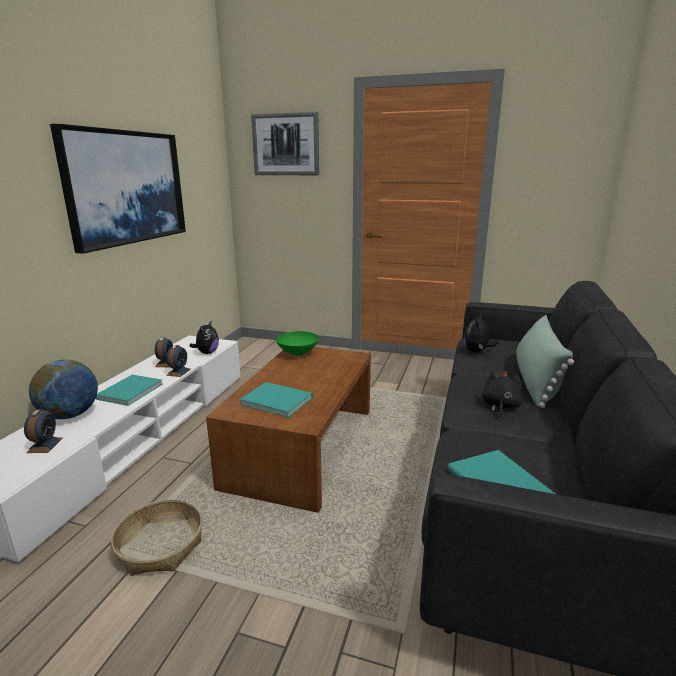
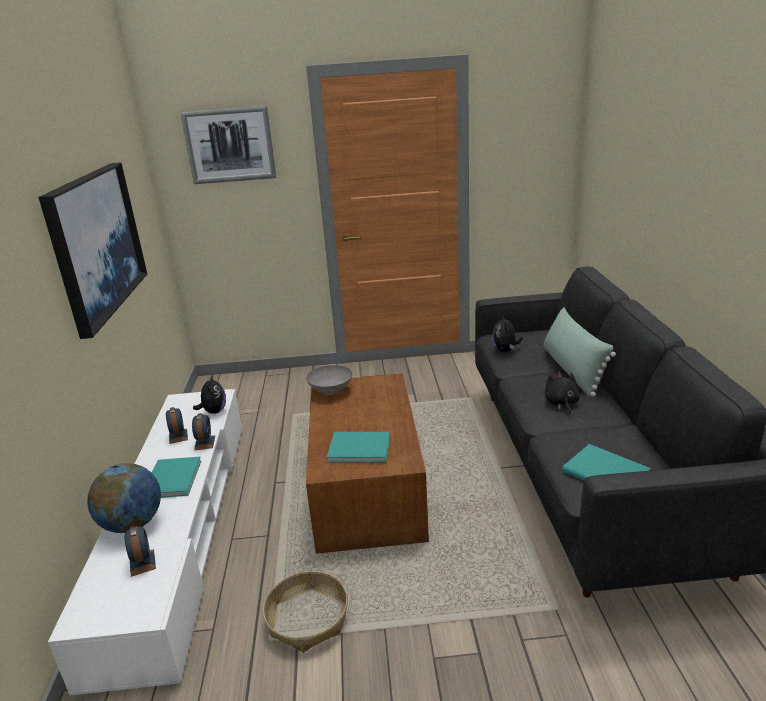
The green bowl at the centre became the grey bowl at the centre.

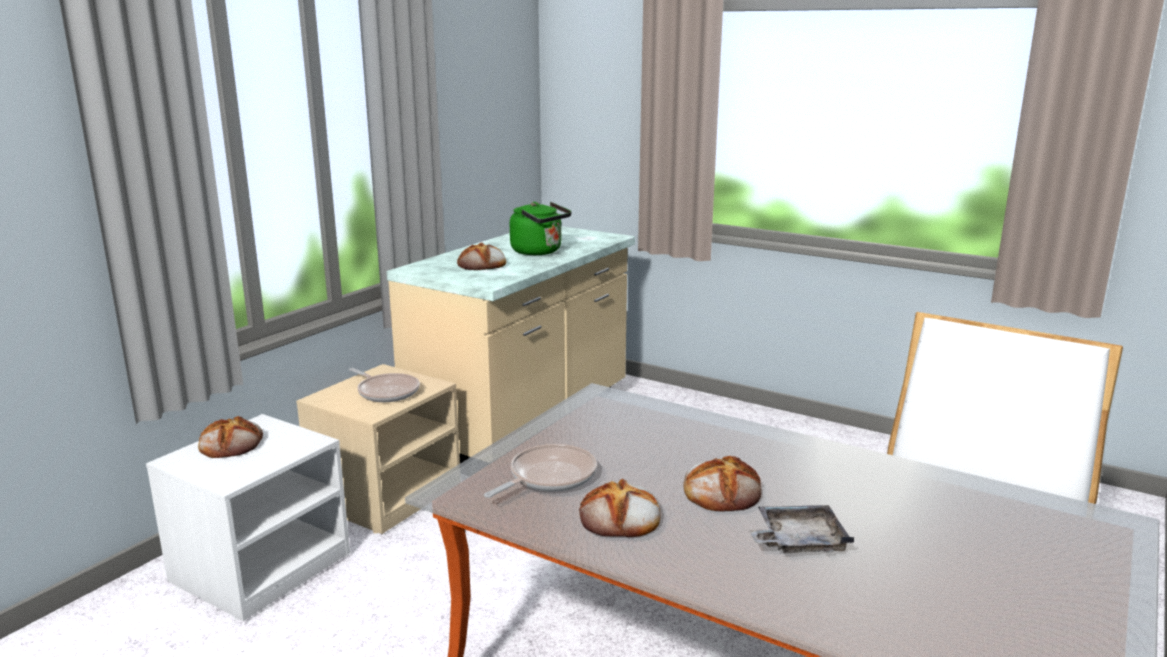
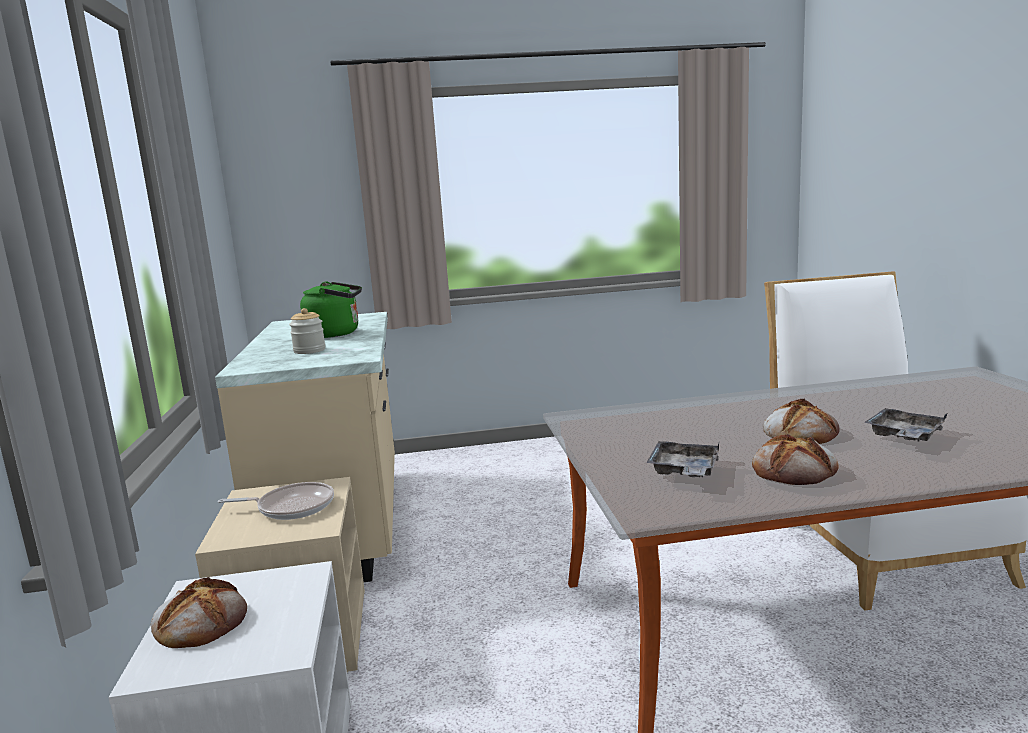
The bread (no. 2 from left) at the centre was replaced by the jar at the middle left.
The frying pan (no. 2 from left) at the bottom centre was replaced by the grey tray (no. 1 from left) at the centre.

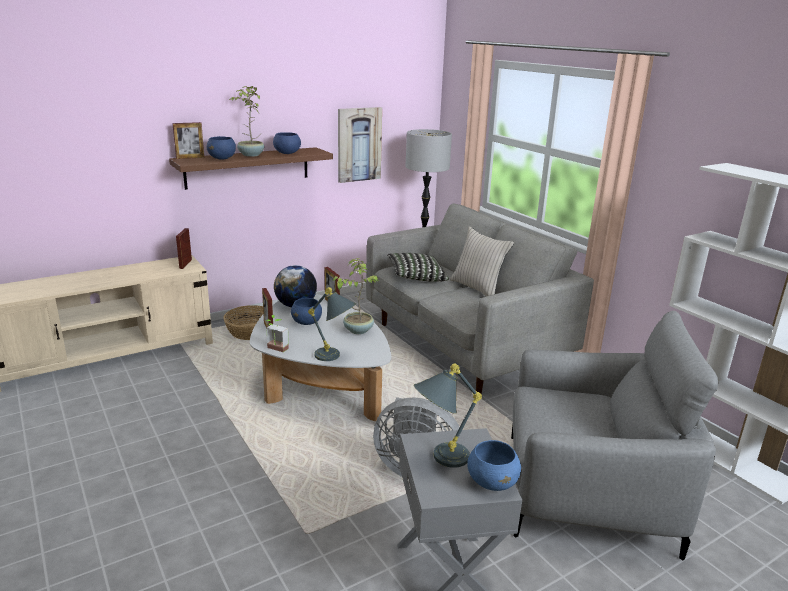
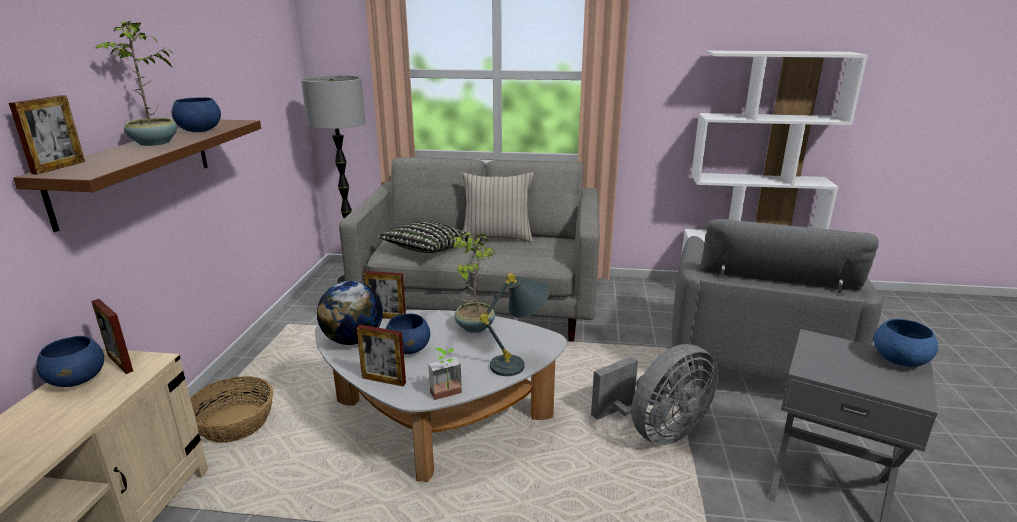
The picture at the top centre disappeared.
The grey table lamp (no. 2 from left) at the bottom centre disappeared.
The blue bowl (no. 1 from left) moved from the top left to the bottom left.
The grey armchair at the bottom right turned 150 degrees clockwise.

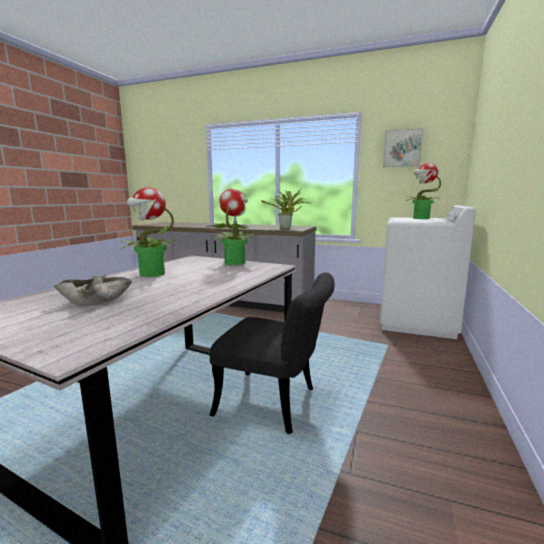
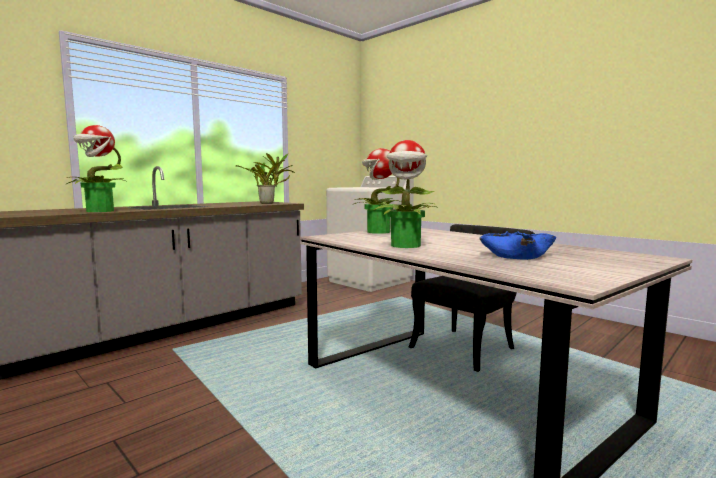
The picture at the top right disappeared.
The potted plant (no. 4 from left in the first image) moved from the middle right to the middle left.
The beige bowl at the middle left became the blue bowl at the middle right.

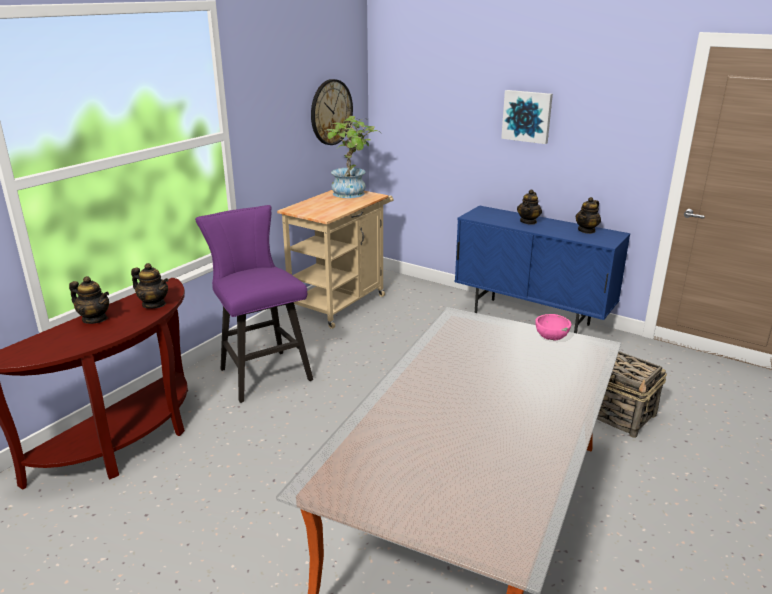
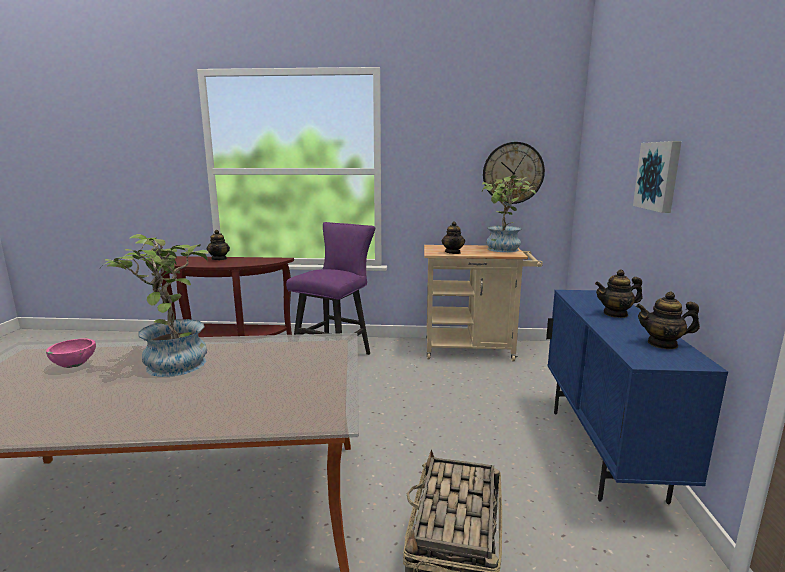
The potted plant (no. 1 from left) at the middle left appeared.
The teapot (no. 2 from left) moved from the middle left to the centre.
The pink bowl moved from the middle right to the middle left.

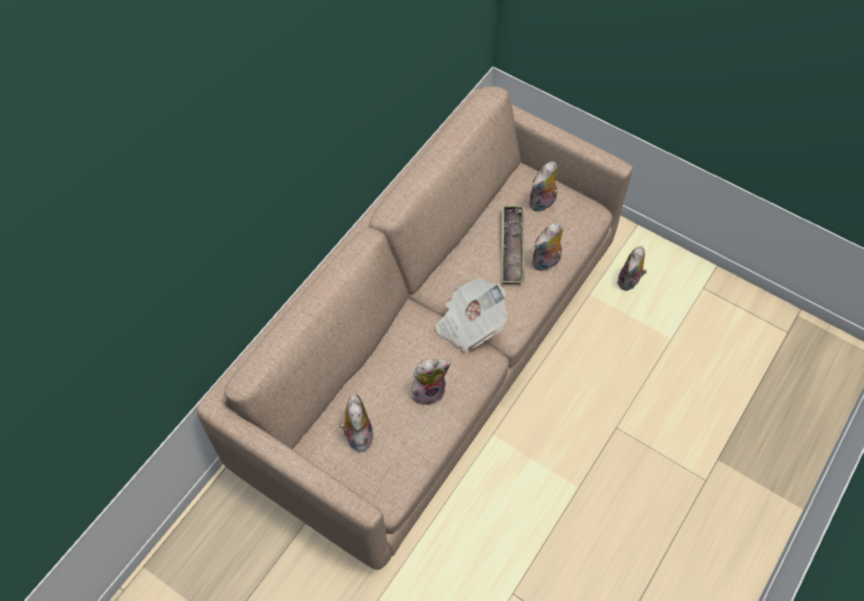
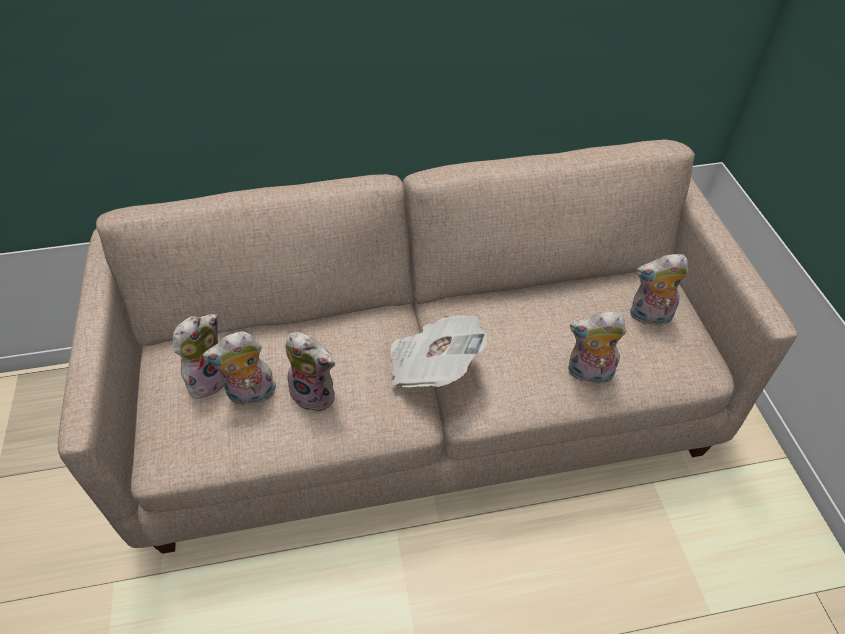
The tray at the centre disappeared.
The plush toy (no. 5 from left in the first image) moved from the middle right to the middle left.

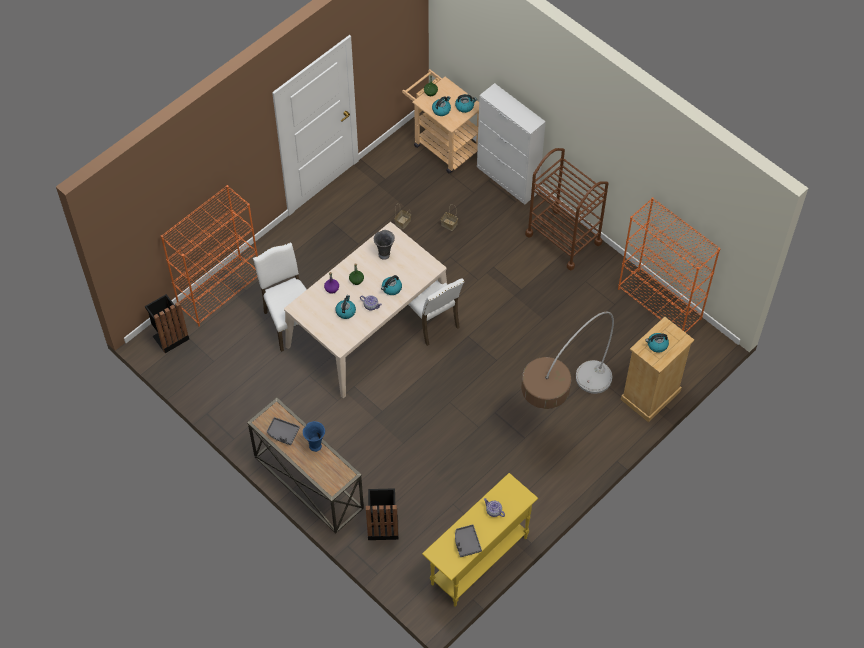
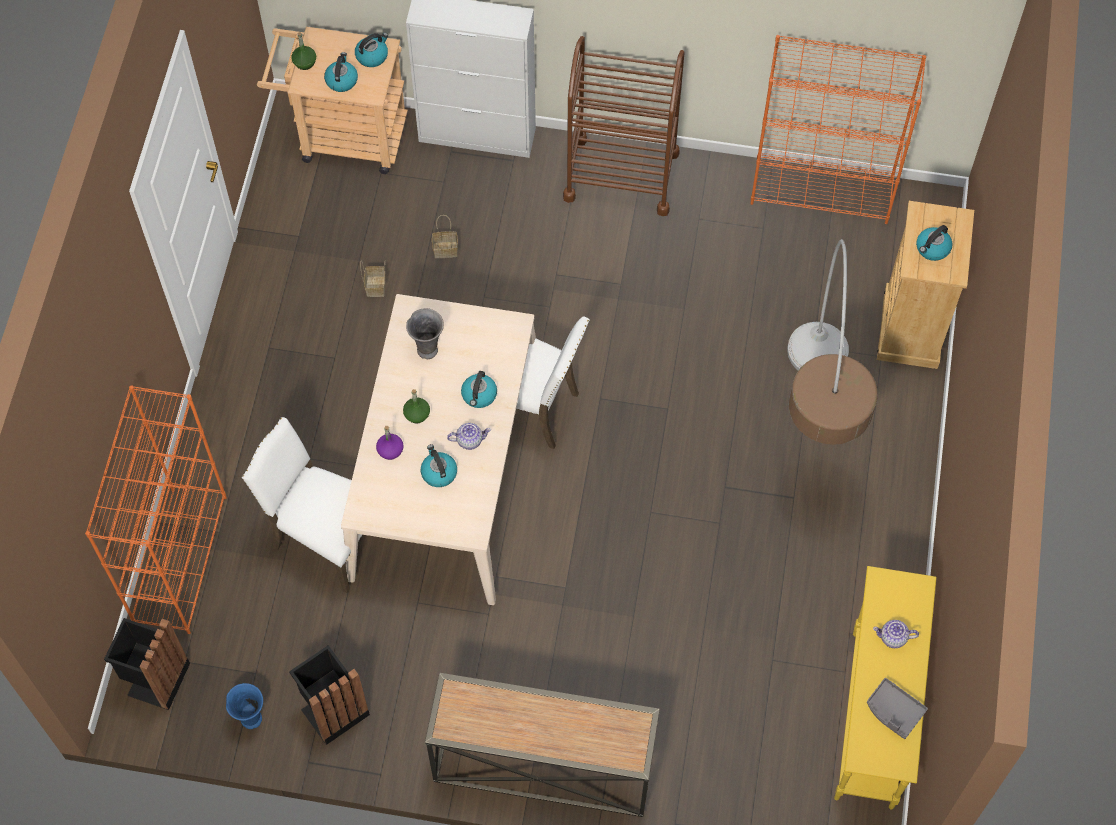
The grey tray (no. 1 from left) at the middle left disappeared.
The blue vase moved from the bottom centre to the bottom left.
The black trash can (no. 2 from left) moved from the bottom centre to the bottom left.

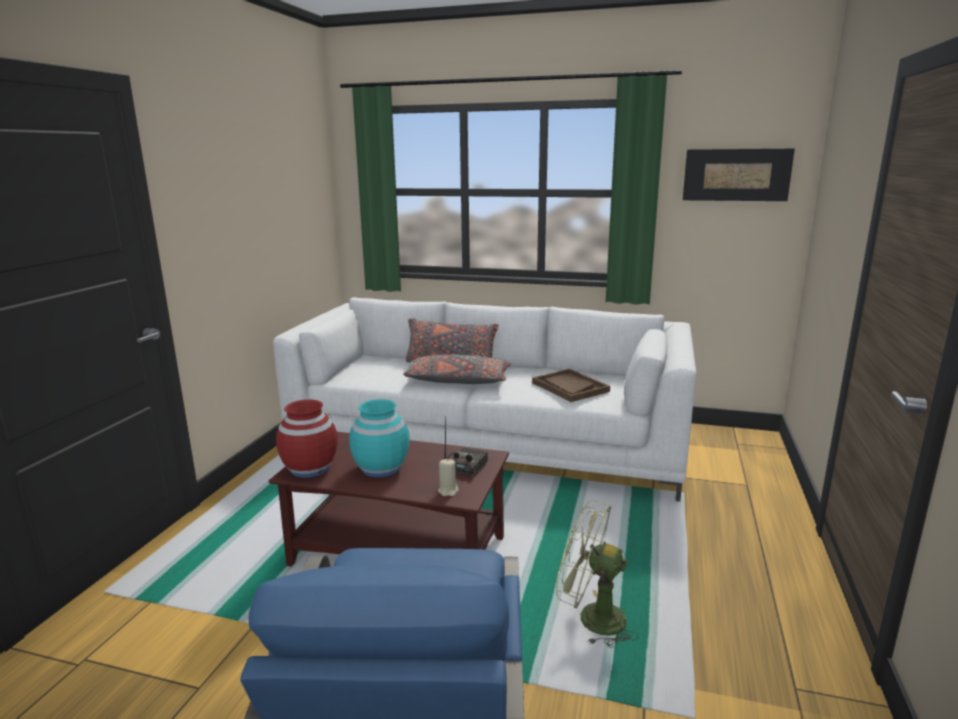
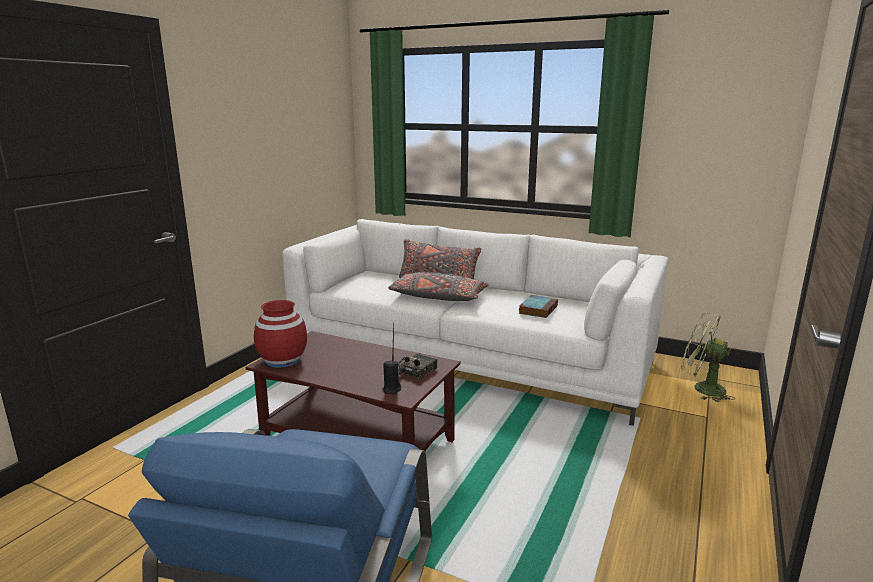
The turquoise vase at the centre disappeared.
The picture at the top right disappeared.
The green fan moved from the bottom centre to the middle right.
The brown tray at the centre was replaced by the book at the centre.
The beige candle at the centre became the black candle at the centre.

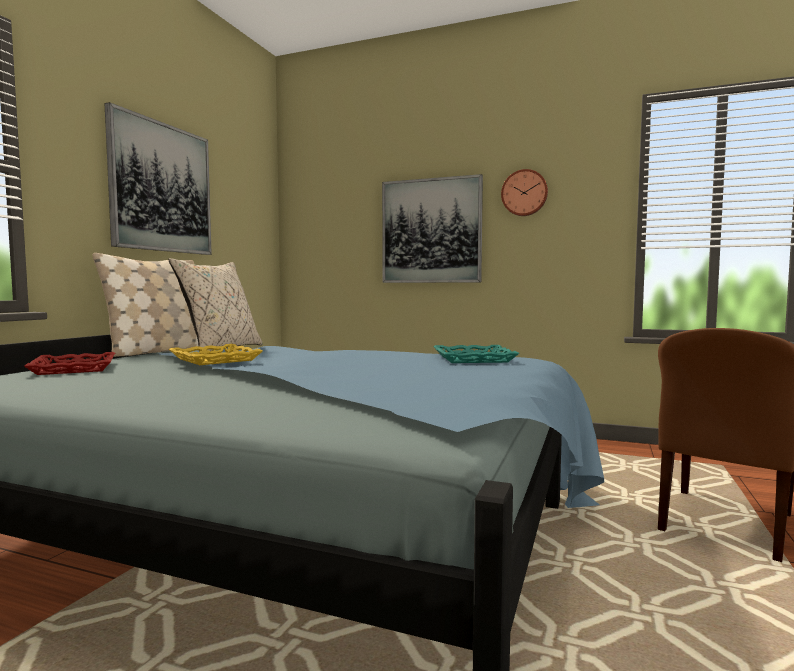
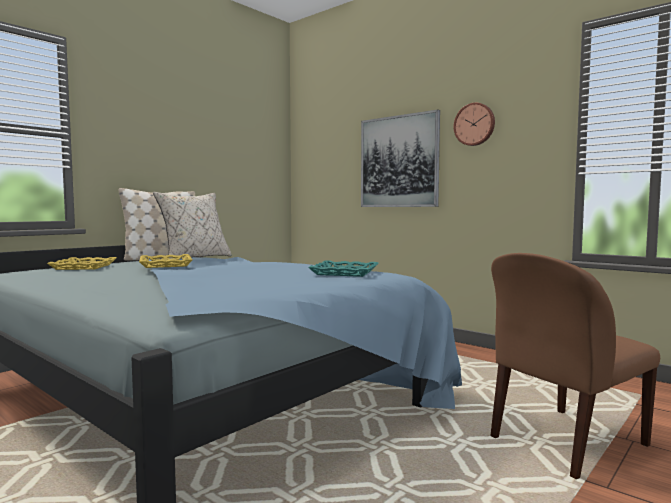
The picture (no. 1 from left) at the top left disappeared.
The red tray at the middle left became the yellow tray (no. 1 from left) at the middle left.

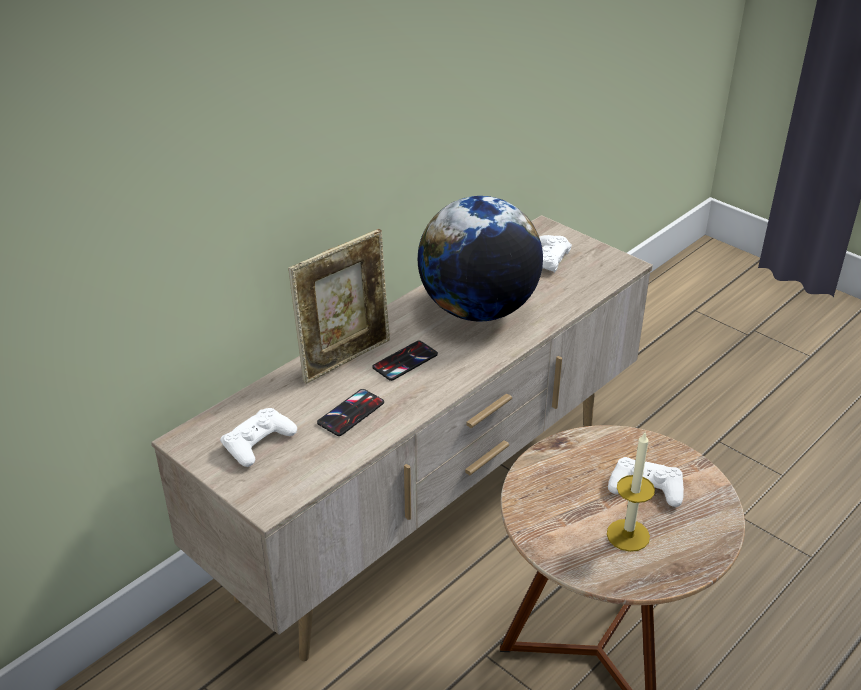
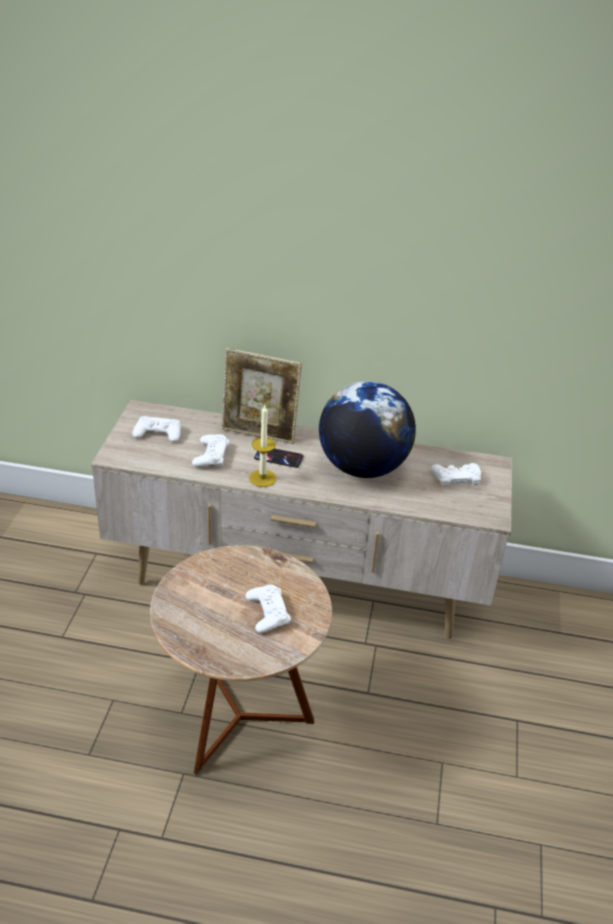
The candle moved from the bottom right to the centre.
The phone (no. 1 from left) at the centre was replaced by the white game controller (no. 2 from left) at the centre.

